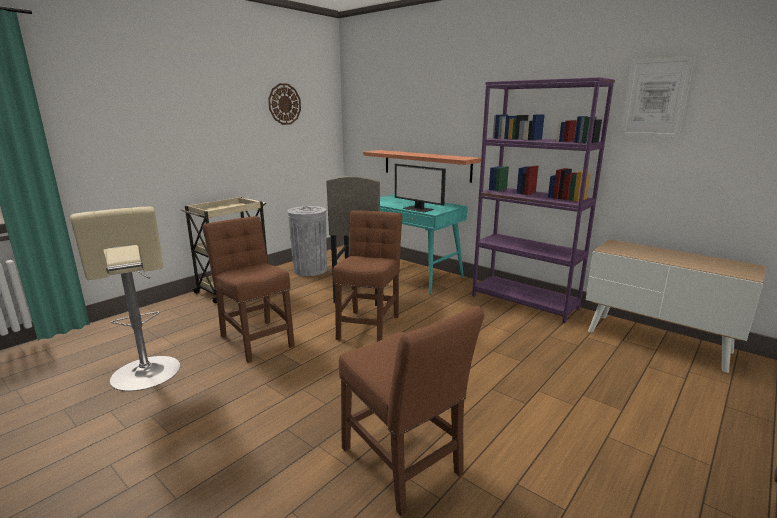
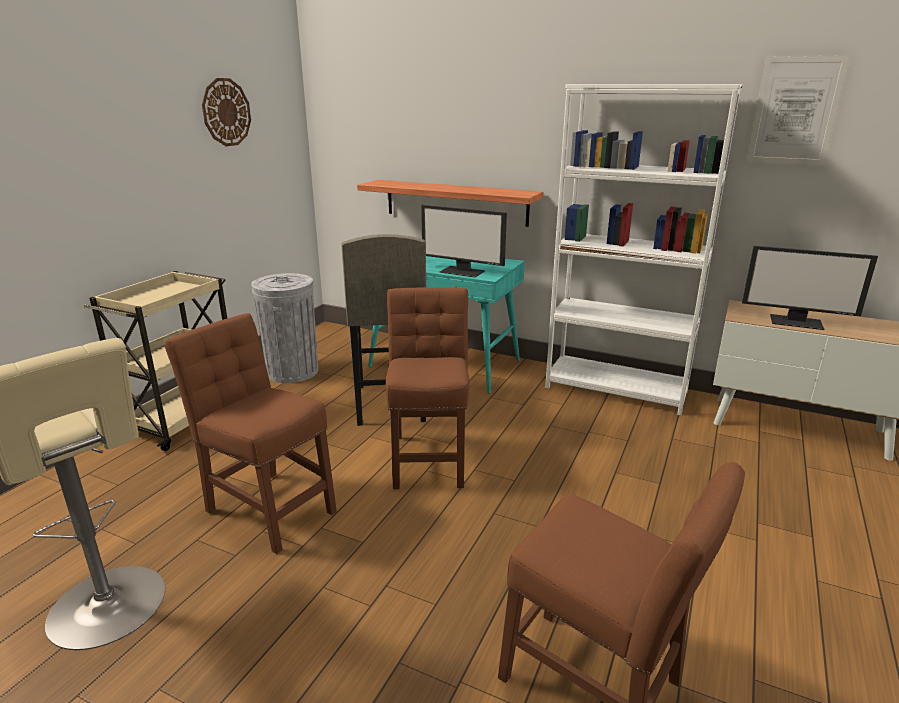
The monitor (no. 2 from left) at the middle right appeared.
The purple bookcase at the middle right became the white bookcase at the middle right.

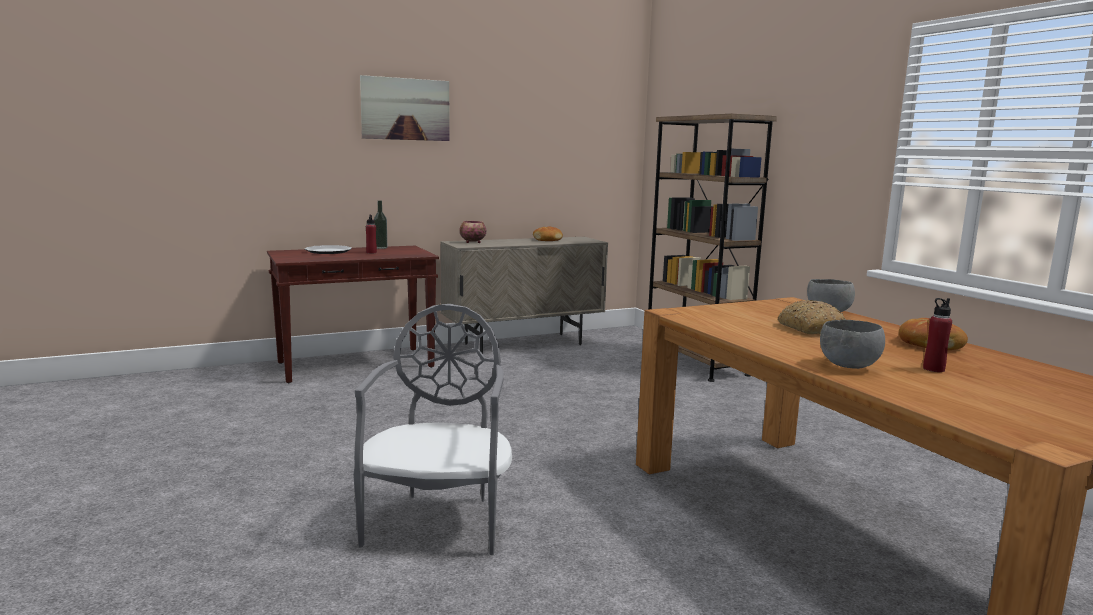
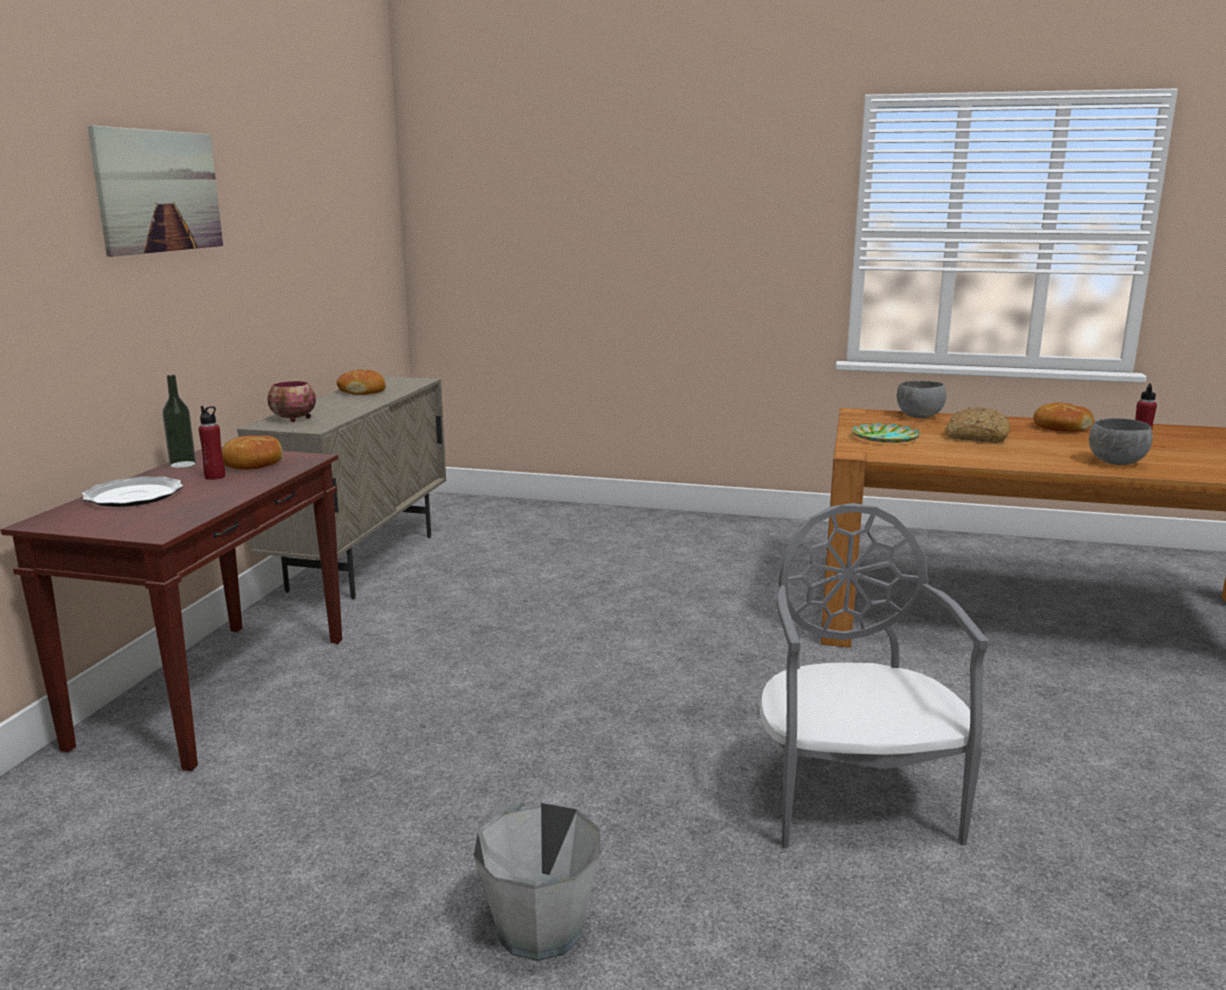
The brown bookcase at the centre disappeared.
The bread (no. 1 from left) at the middle left appeared.
The grey bucket at the bottom centre appeared.
The plate (no. 2 from left) at the middle right appeared.
The grey chair at the bottom centre turned 45 degrees clockwise.

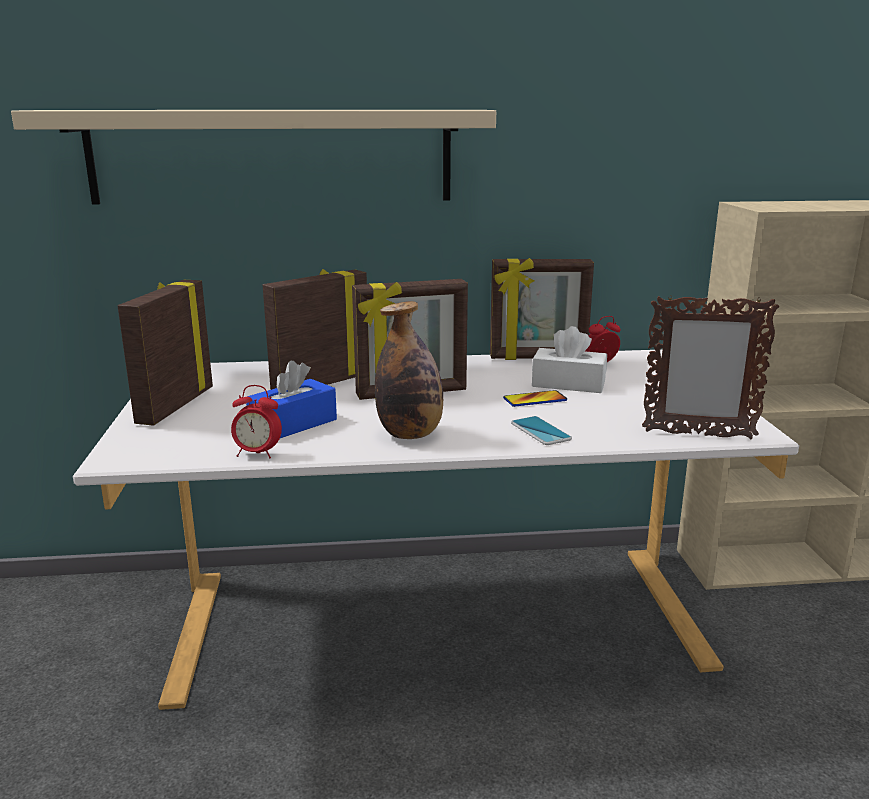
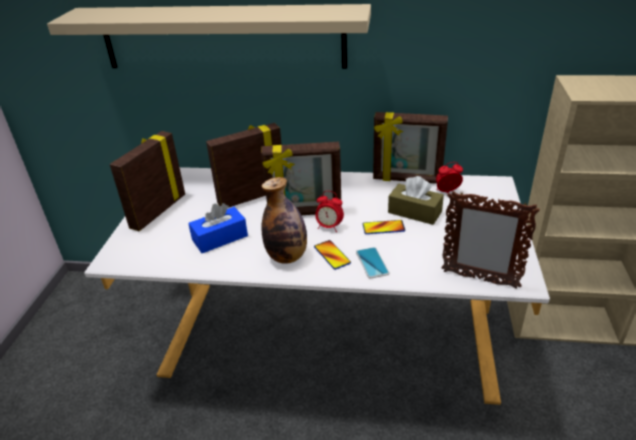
The phone (no. 1 from left) at the centre appeared.
The alarm clock (no. 1 from left) moved from the middle left to the centre.
The white tissue box at the centre became the brown tissue box at the centre.

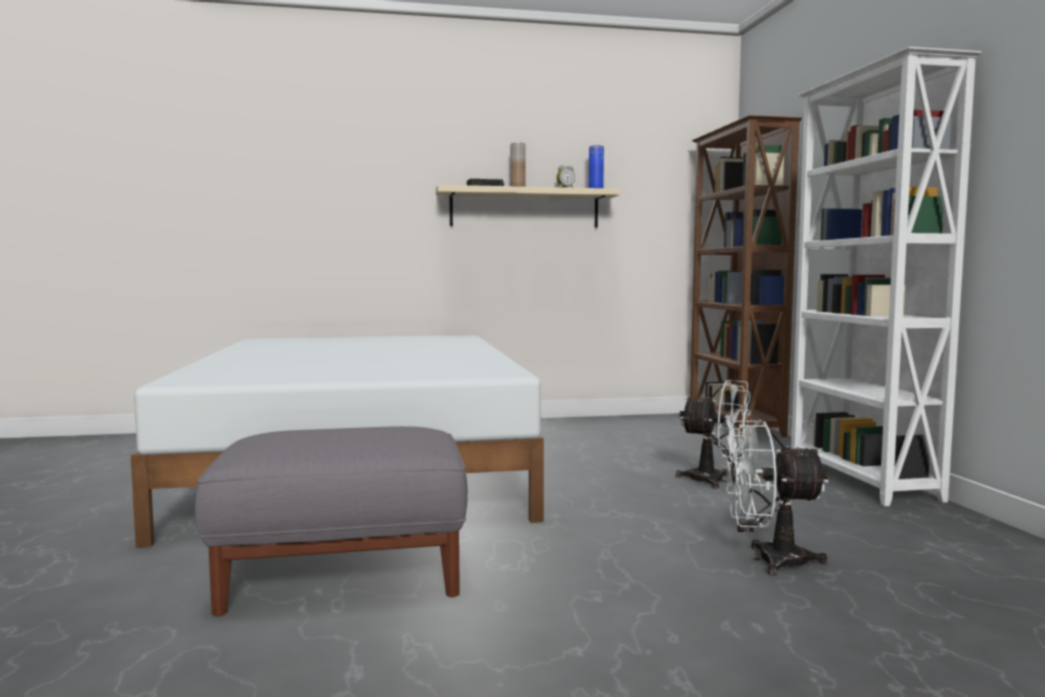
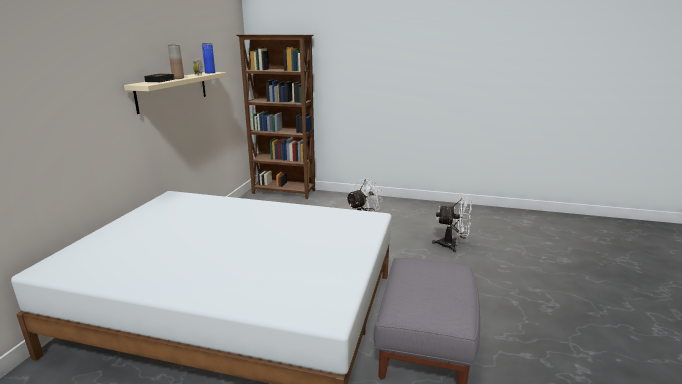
The white bookcase at the middle right disappeared.
The white fan (no. 2 from left) at the bottom right turned 105 degrees counterclockwise.

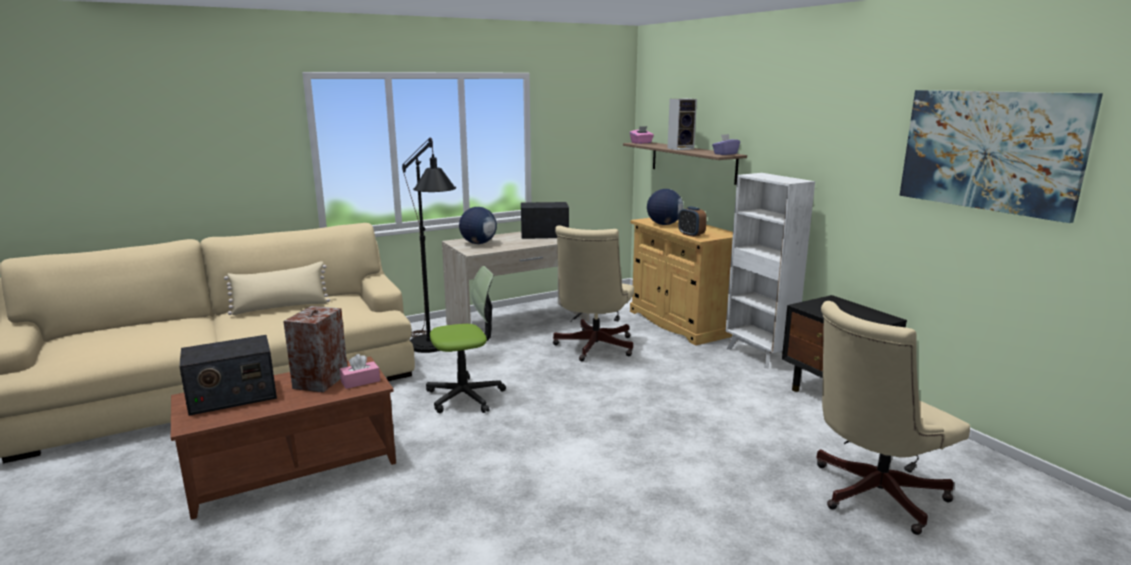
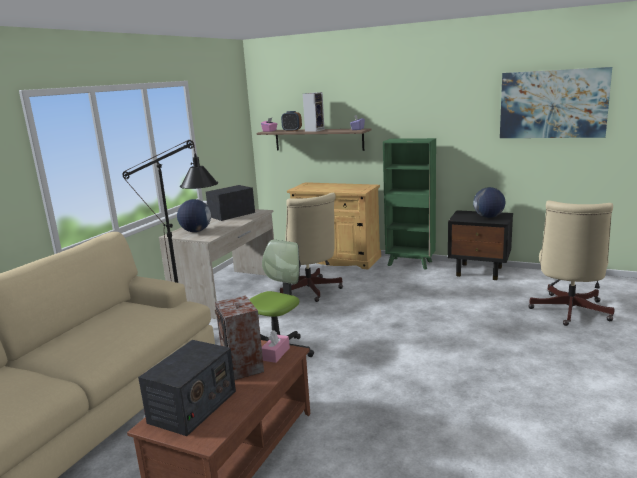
The beige pillow at the middle left disappeared.
The globe (no. 2 from left) moved from the centre to the middle right.
The alarm clock moved from the centre to the top centre.
The white bookcase at the middle right became the green bookcase at the centre.

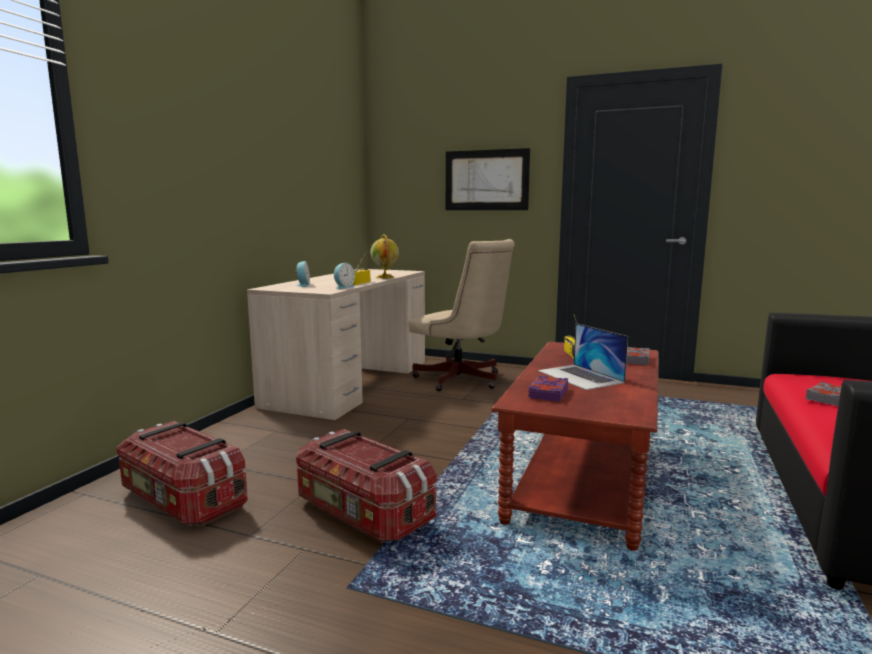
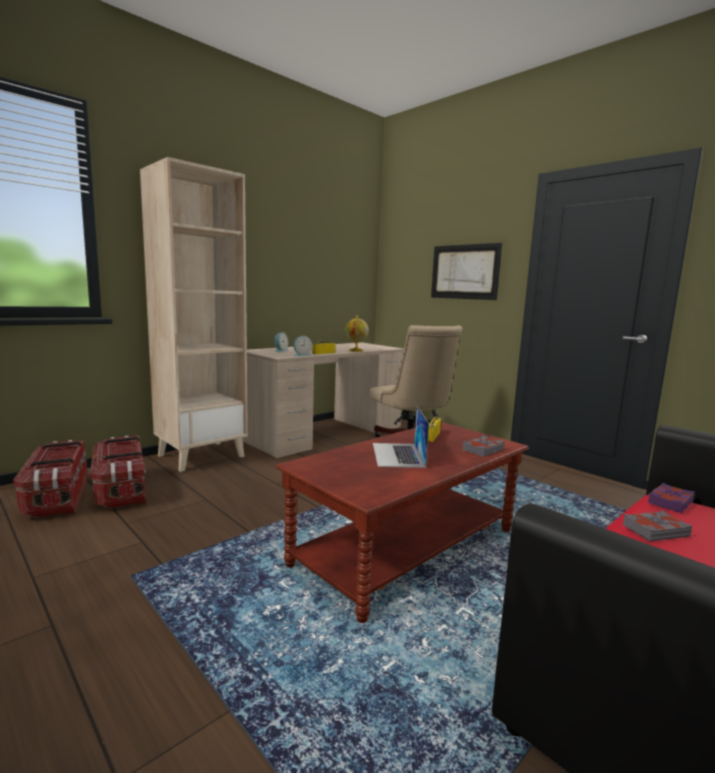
The beige bookcase at the middle left appeared.
The storage box (no. 2 from left in the first image) moved from the bottom centre to the middle left.
The purple book moved from the centre to the middle right.

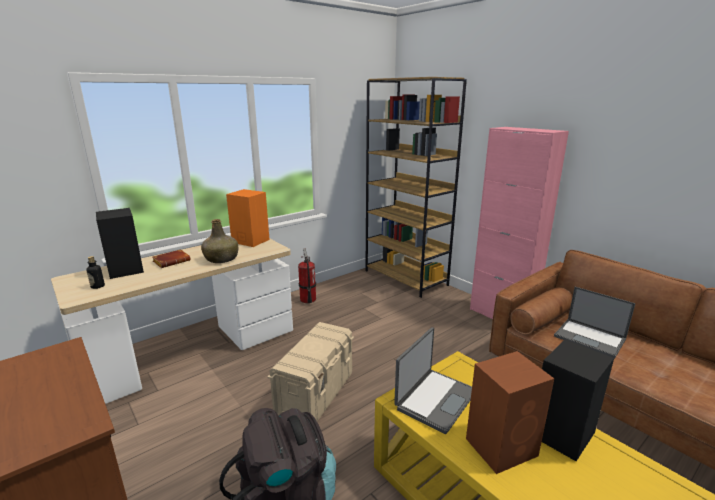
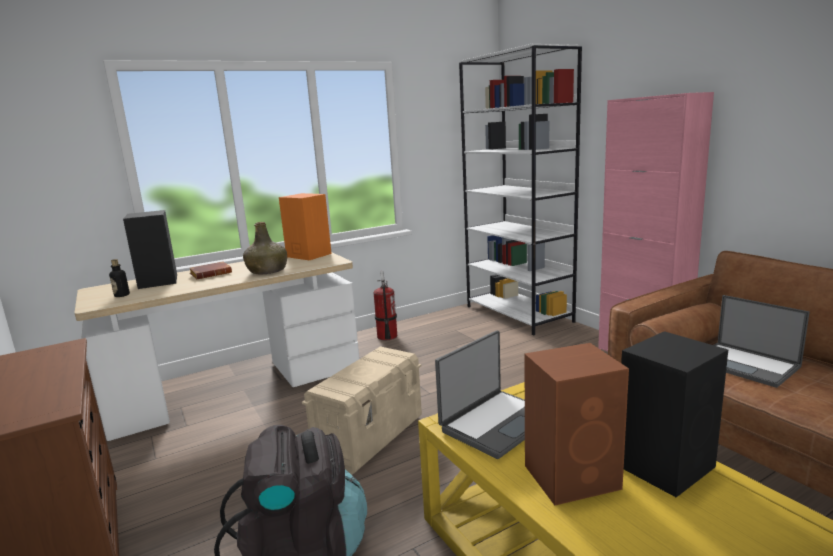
The brown bookcase at the centre became the white bookcase at the centre.

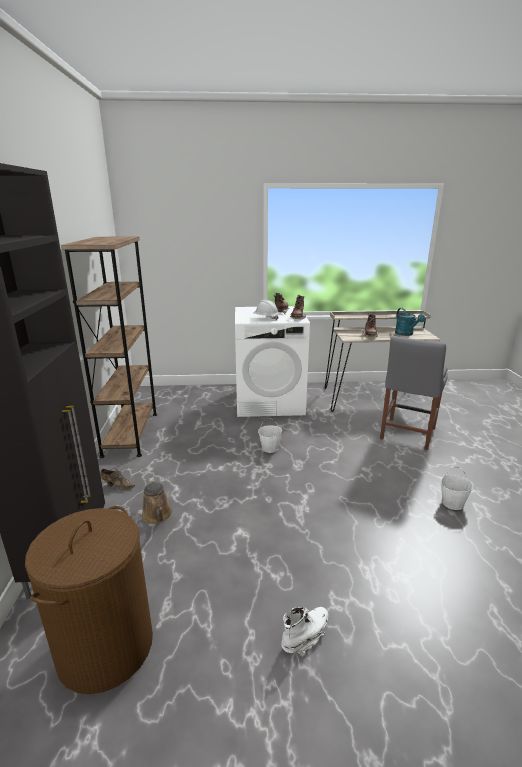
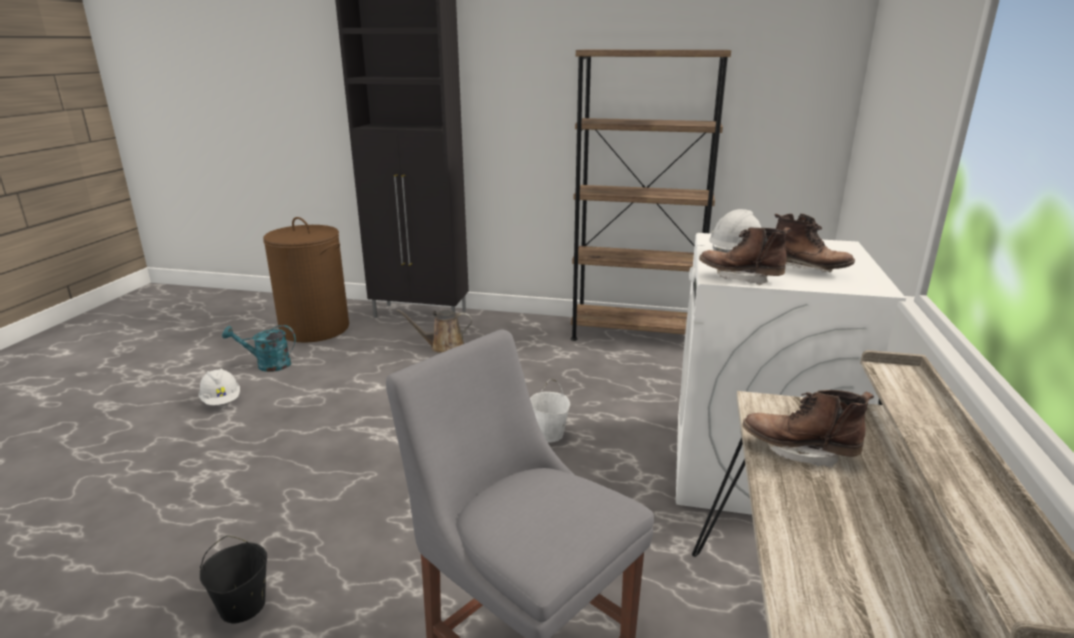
The brown shoe at the middle left disappeared.
The turquoise watering can moved from the middle right to the middle left.
The white boot at the bottom centre was replaced by the white hard hat (no. 1 from left) at the middle left.
The white bucket (no. 2 from left) at the middle right became the black bucket at the bottom left.

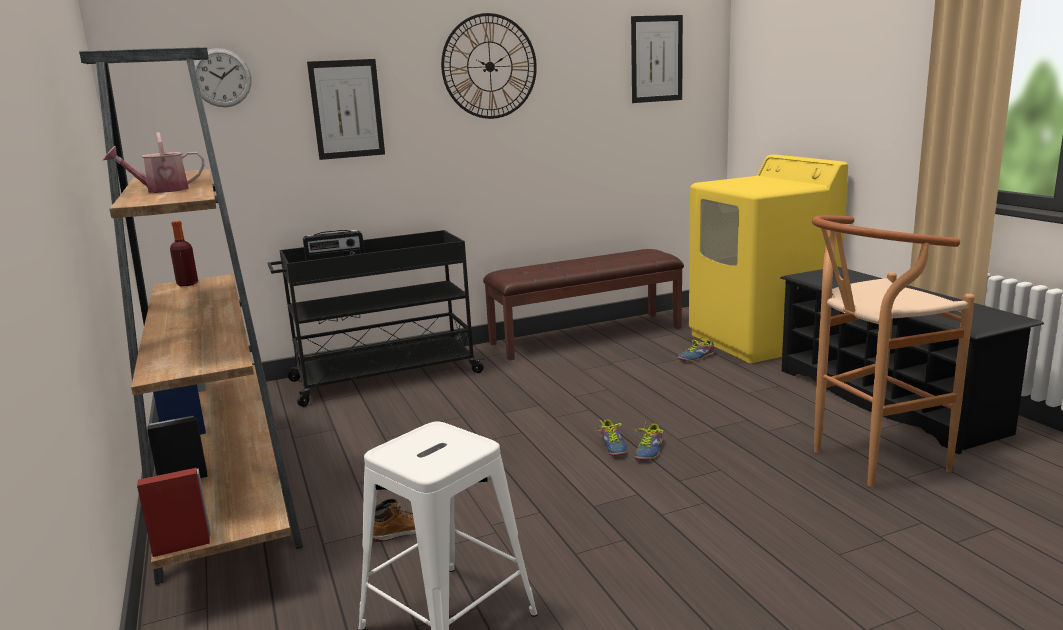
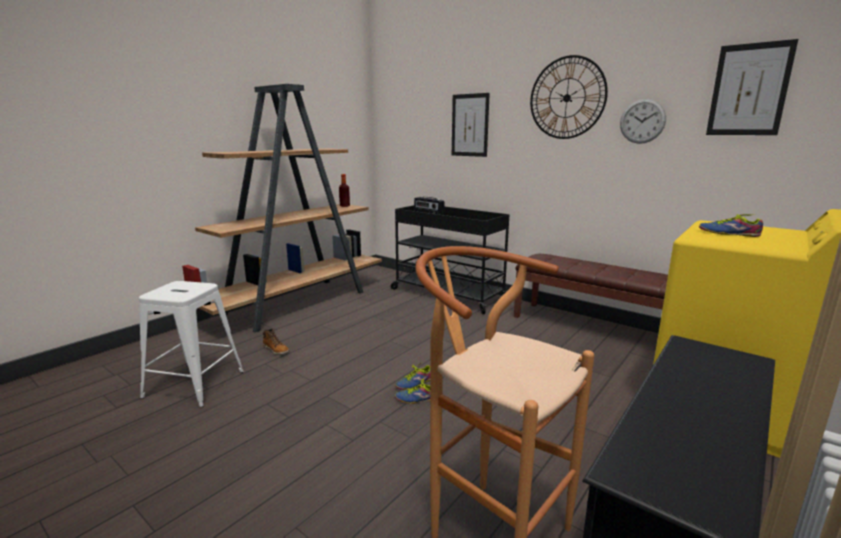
The watering can at the top left disappeared.
The wall clock (no. 1 from left in the first image) moved from the top left to the top right.
The shoe (no. 3 from left) moved from the centre to the middle right.

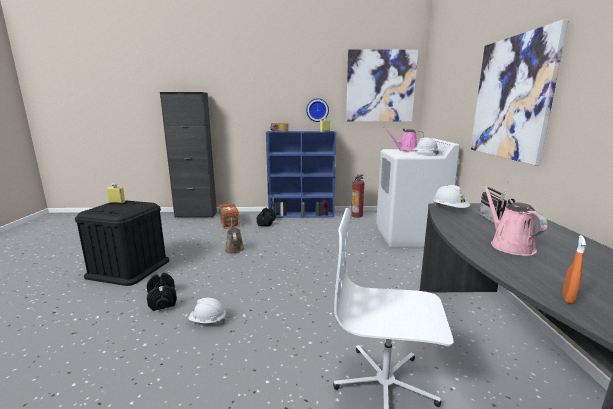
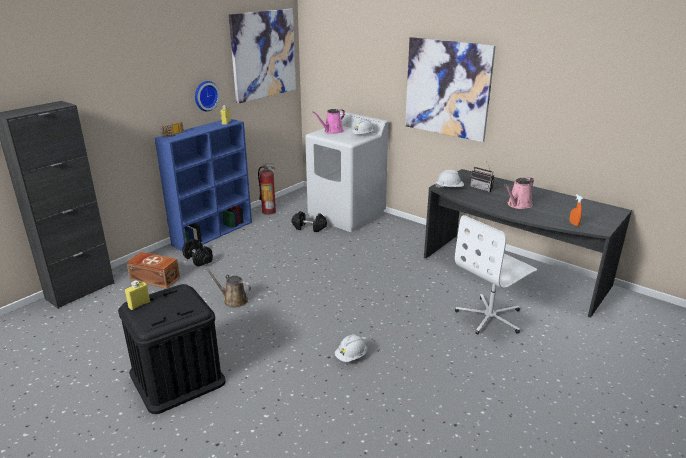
The black dumbbell (no. 1 from left in the first image) moved from the bottom left to the centre.
The pink watering can (no. 2 from left) at the middle right turned 75 degrees counterclockwise.

